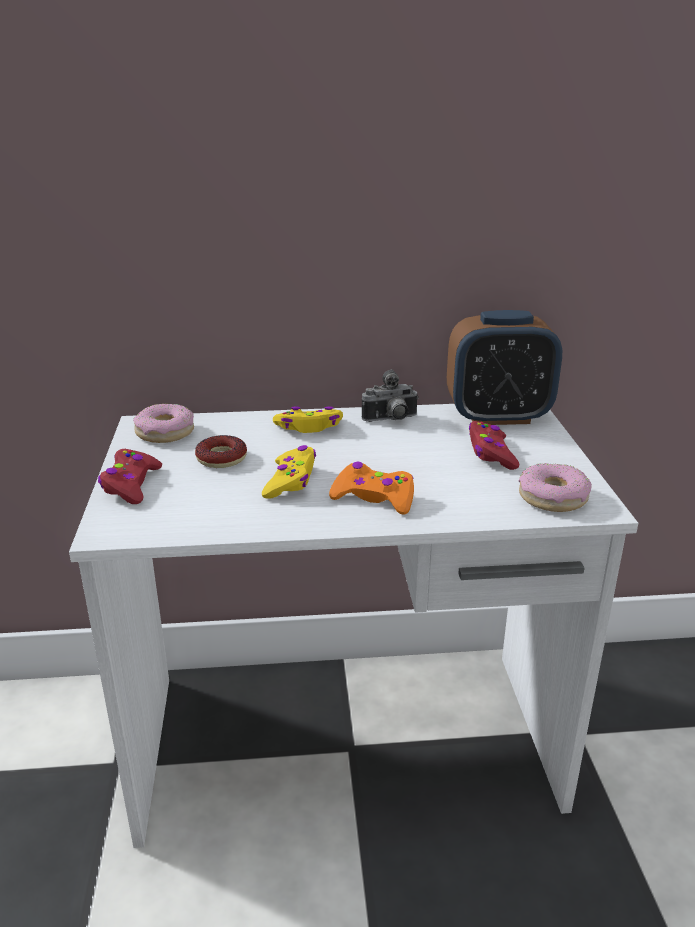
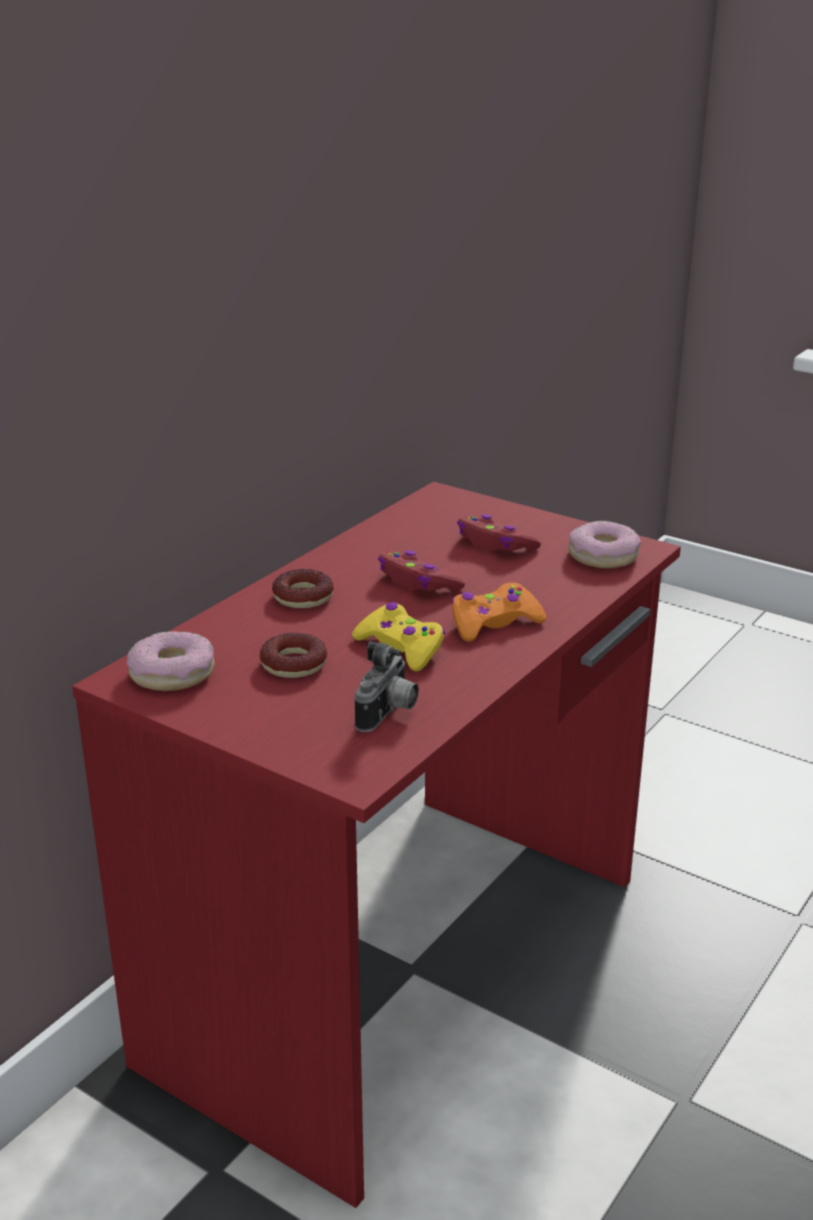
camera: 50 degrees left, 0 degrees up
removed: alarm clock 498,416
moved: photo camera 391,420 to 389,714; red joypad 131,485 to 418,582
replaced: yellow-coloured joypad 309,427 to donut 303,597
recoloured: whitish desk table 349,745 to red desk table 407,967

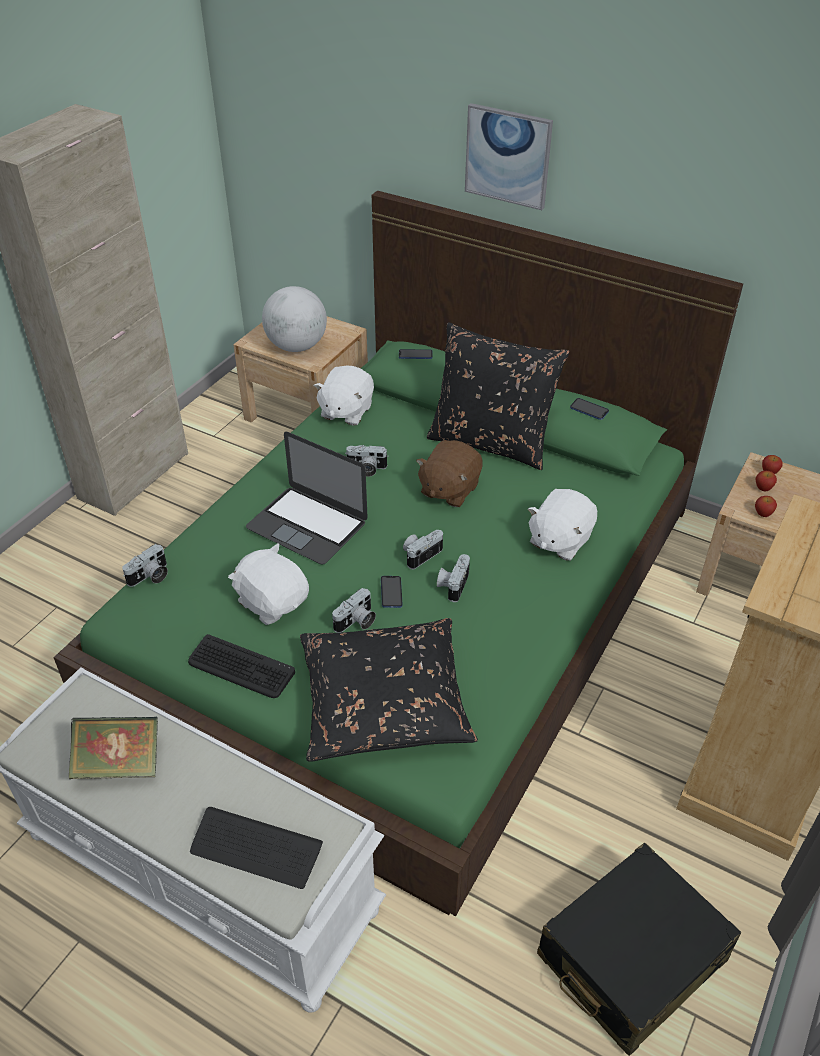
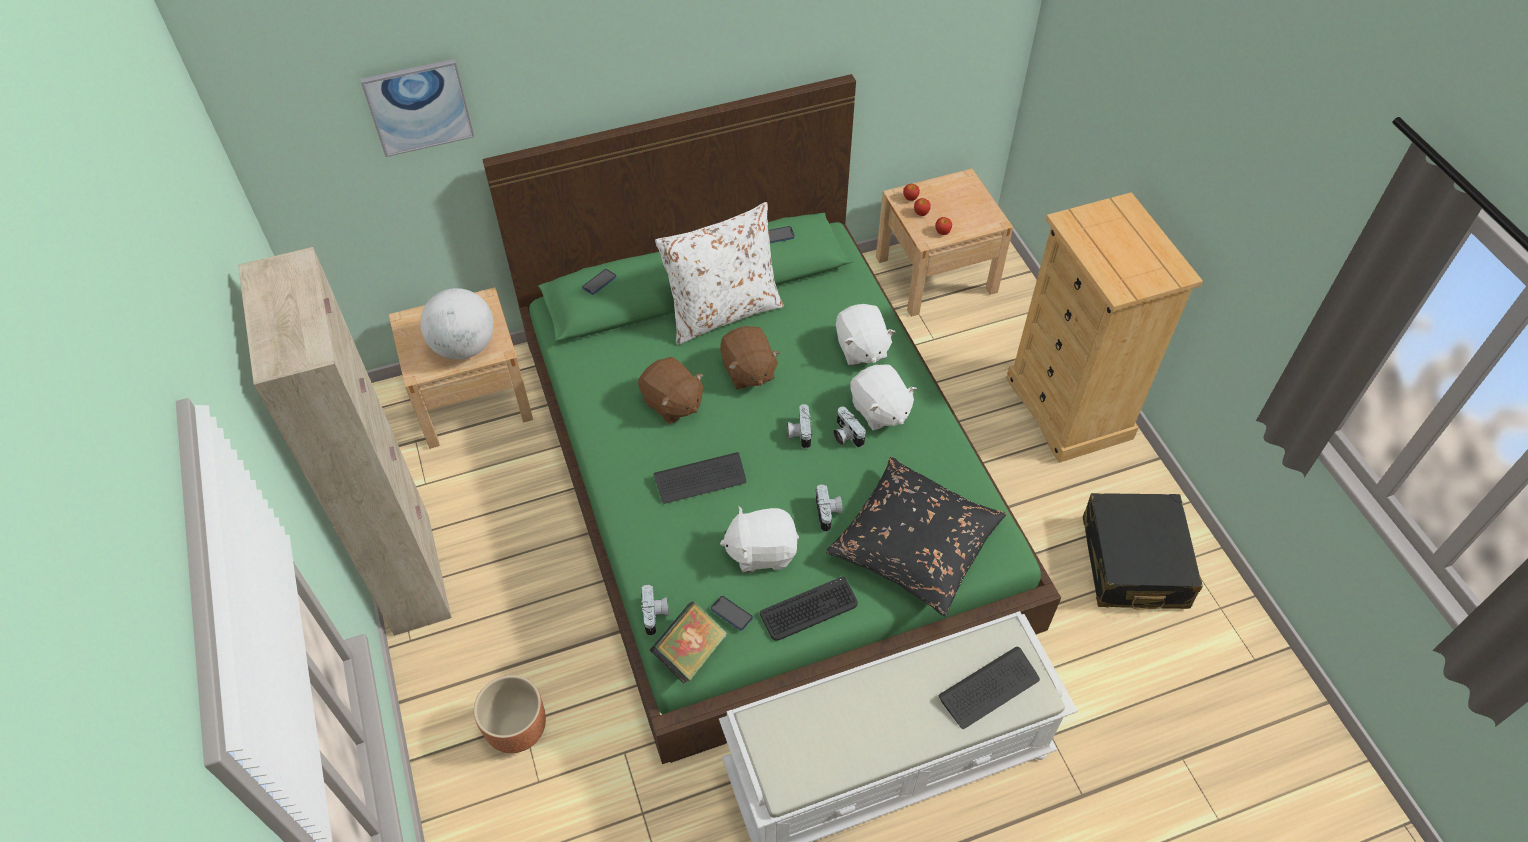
camera: 50 degrees left, 10 degrees up
added: brown planter 516,728
moved: wall art 508,156 to 418,107; whitish soft toy 346,411 to 879,410; phone 391,592 to 731,613; volume 120,764 to 690,652
replaced: notebook computer 307,525 to PC keyboard 700,479; photo camera 366,469 to brown soft toy 672,403
recoloured: black-coloured throw pillow 491,442 to whitish throw pillow 723,311

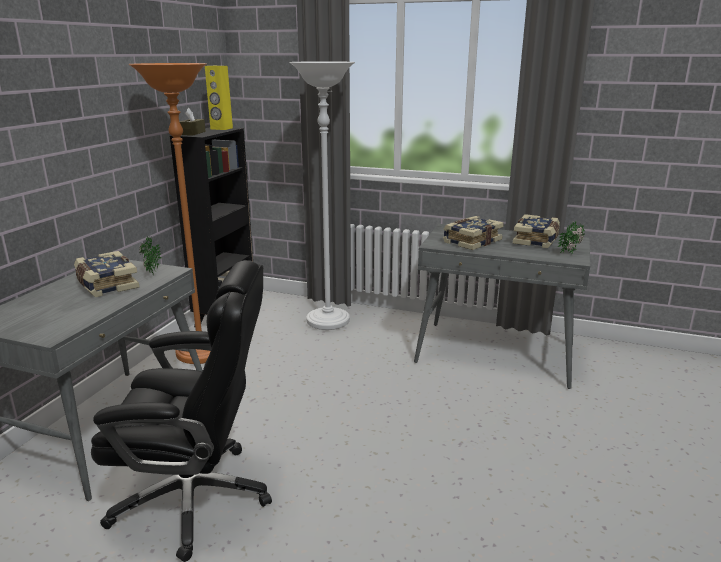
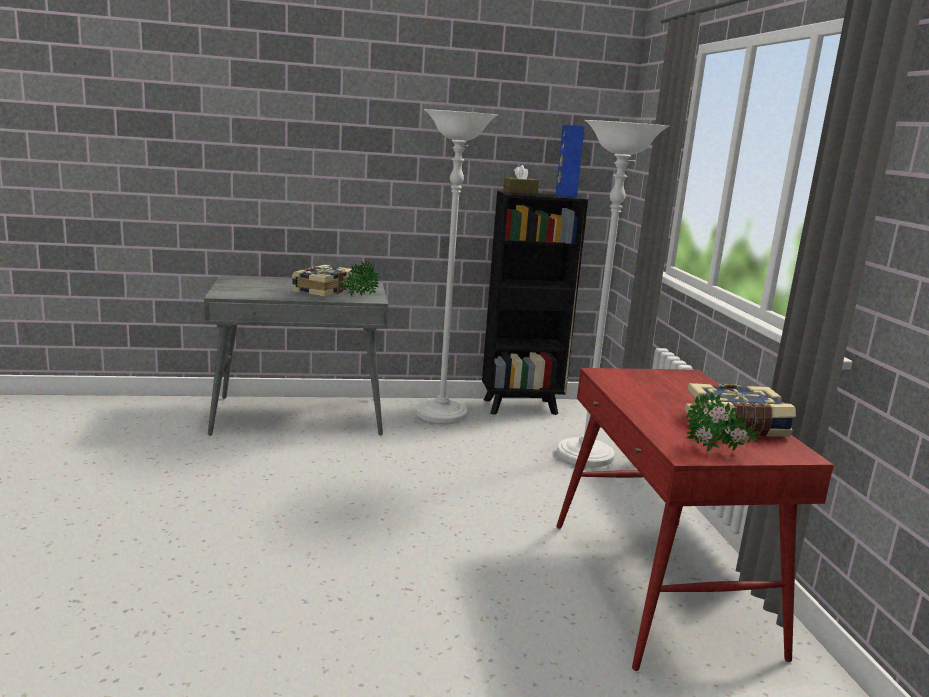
camera: 60 degrees right, 5 degrees down
removed: volume 471,241; black-coloured computer chair 196,497
recoloured: orange-coloured floor lamp 201,353 to whitish floor lamp 441,415; yellow-coloured audio speaker 221,128 to bluish audio speaker 565,195; gray desk table 496,353 to red desk table 660,587

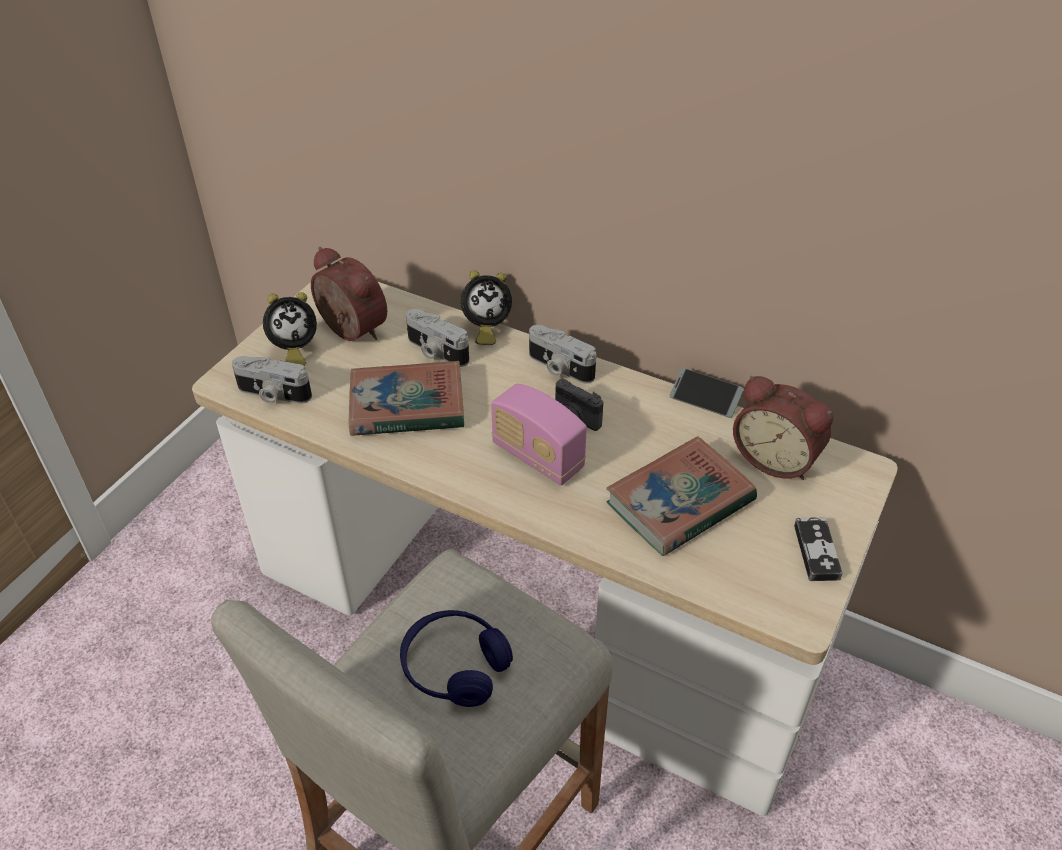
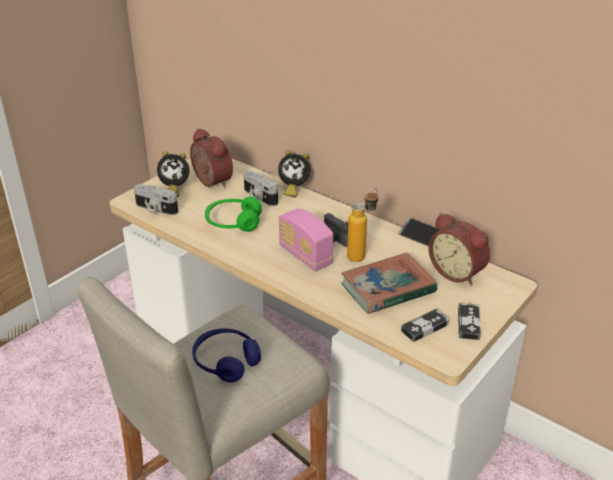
camera: 10 degrees right, 10 degrees down
removed: photo camera 559,368
added: beverage bottle 361,254; joypad 424,327
replaced: volume 407,406 to greenish headset 233,222

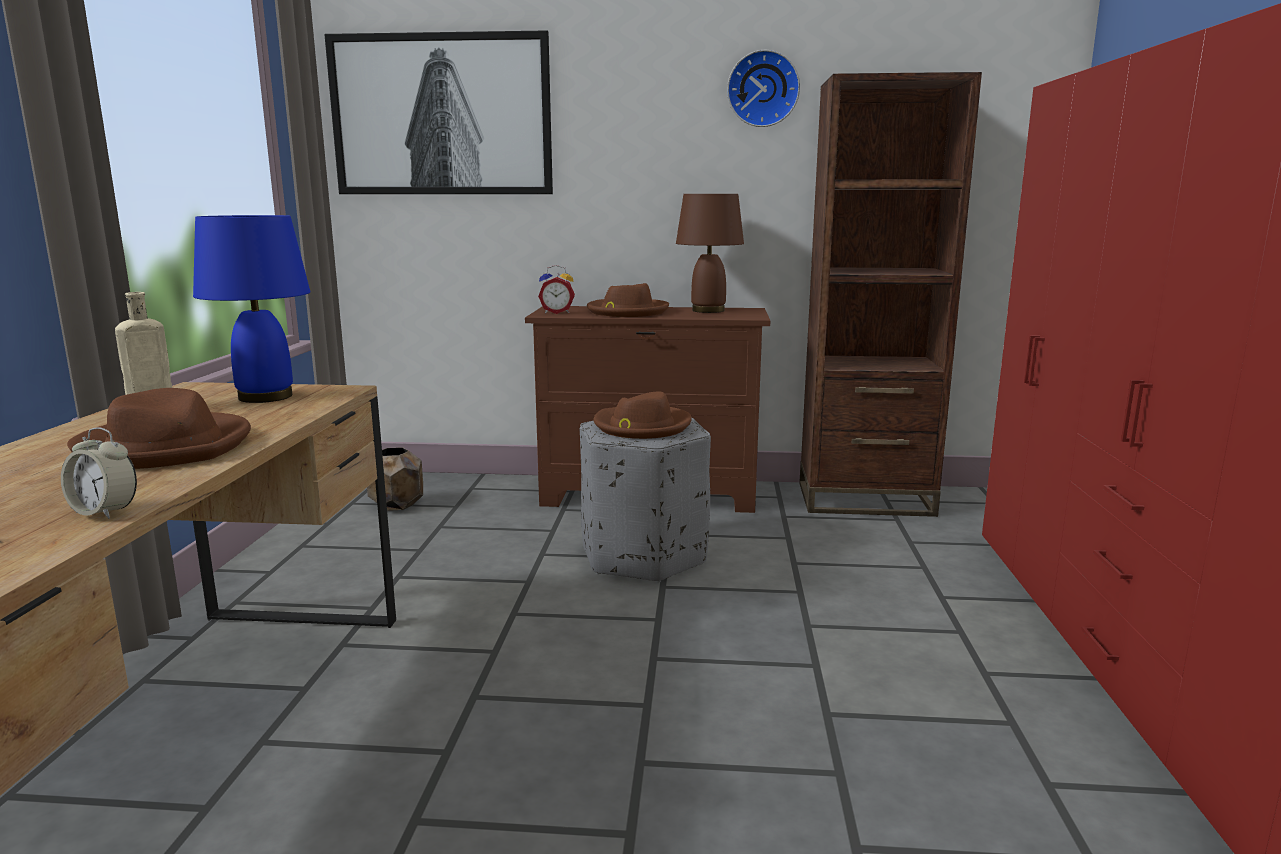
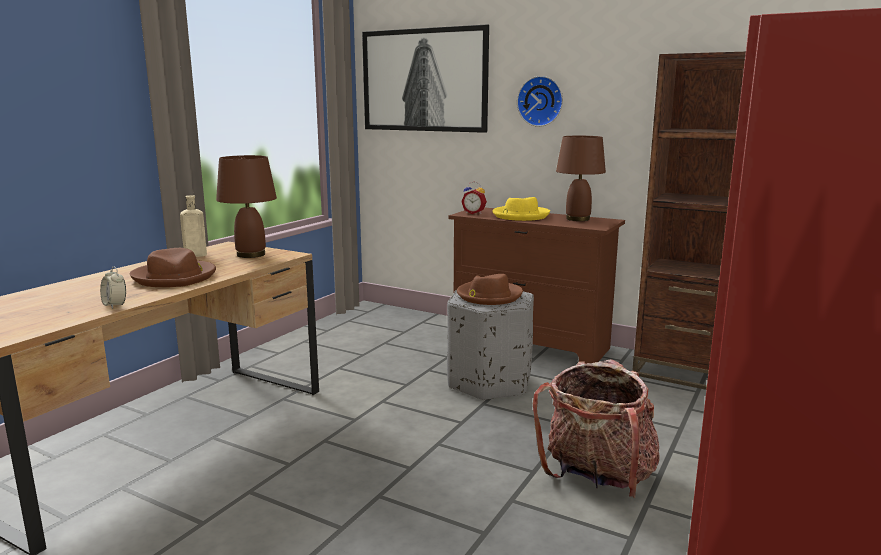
camera: 25 degrees right, 0 degrees up
removed: brown planter 396,505
added: rucksack 597,477
moved: hanging clock 763,89 to 541,101
recoloured: bluish table lamp 264,397 to brown table lamp 250,254; brown clothing hat 627,312 to yellow-coloured clothing hat 520,216

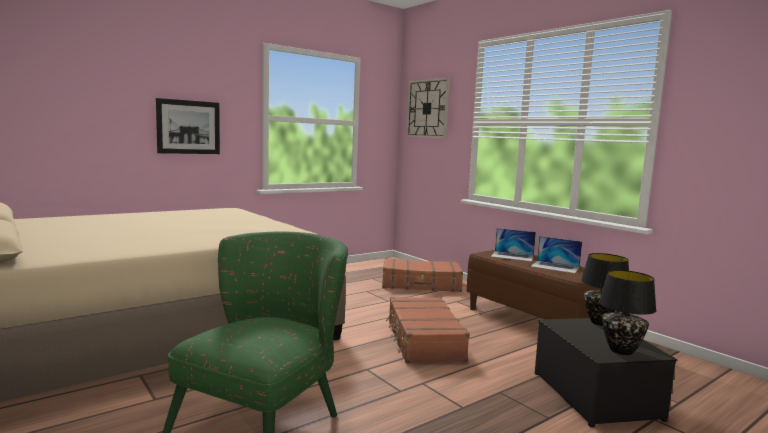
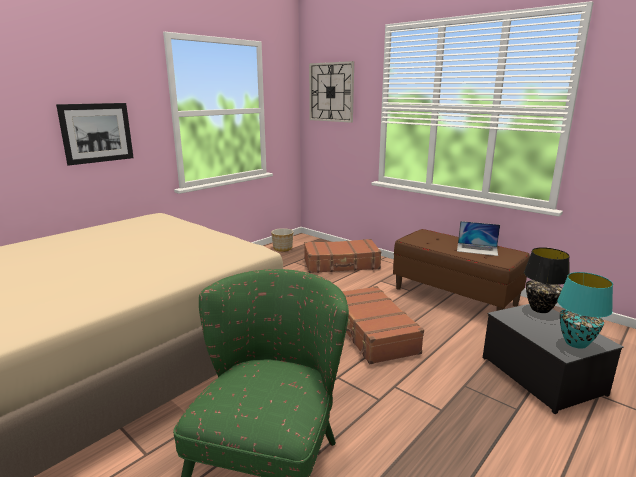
camera: 10 degrees left, 10 degrees up
removed: notebook computer 512,256
added: planter 282,248
recoloured: black-coloured table lamp 622,350 to turquoise table lamp 576,343

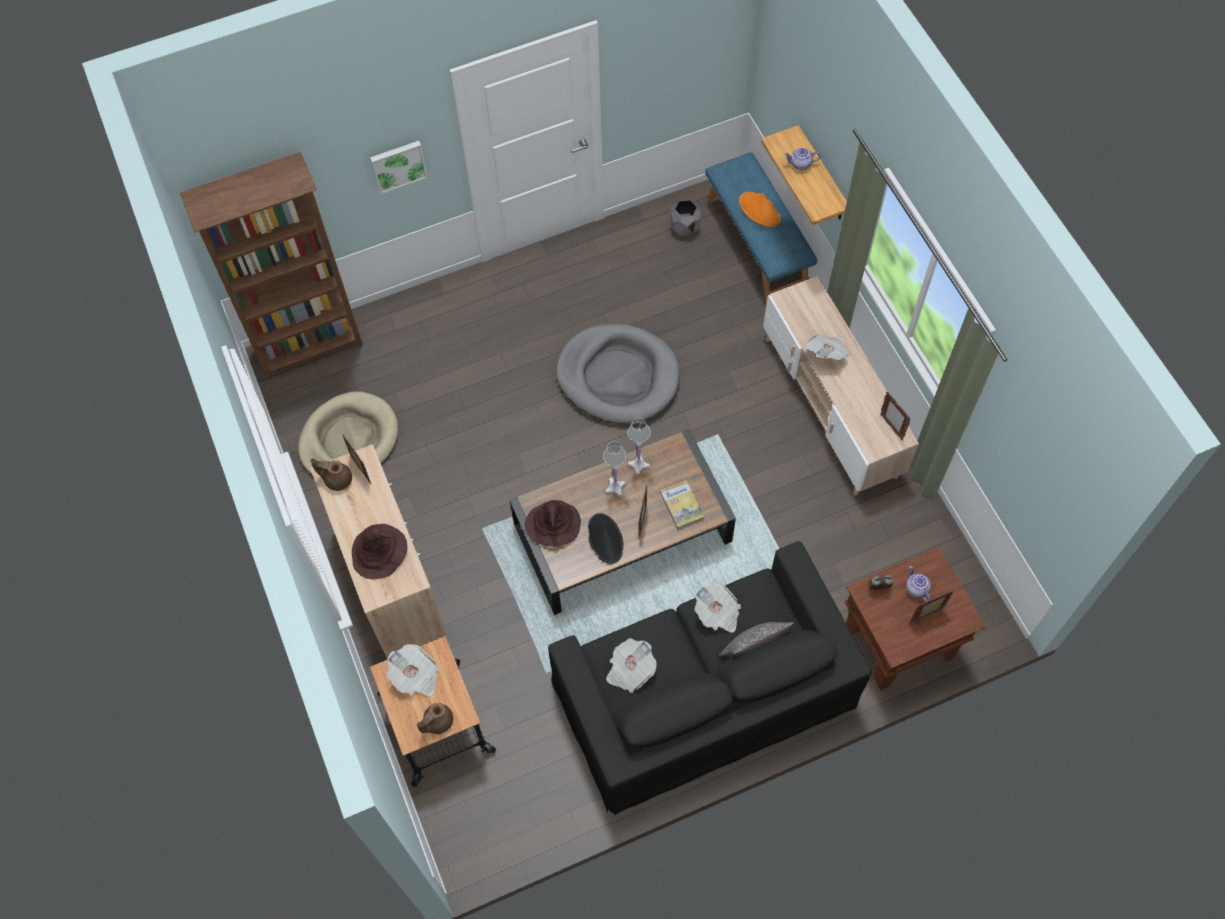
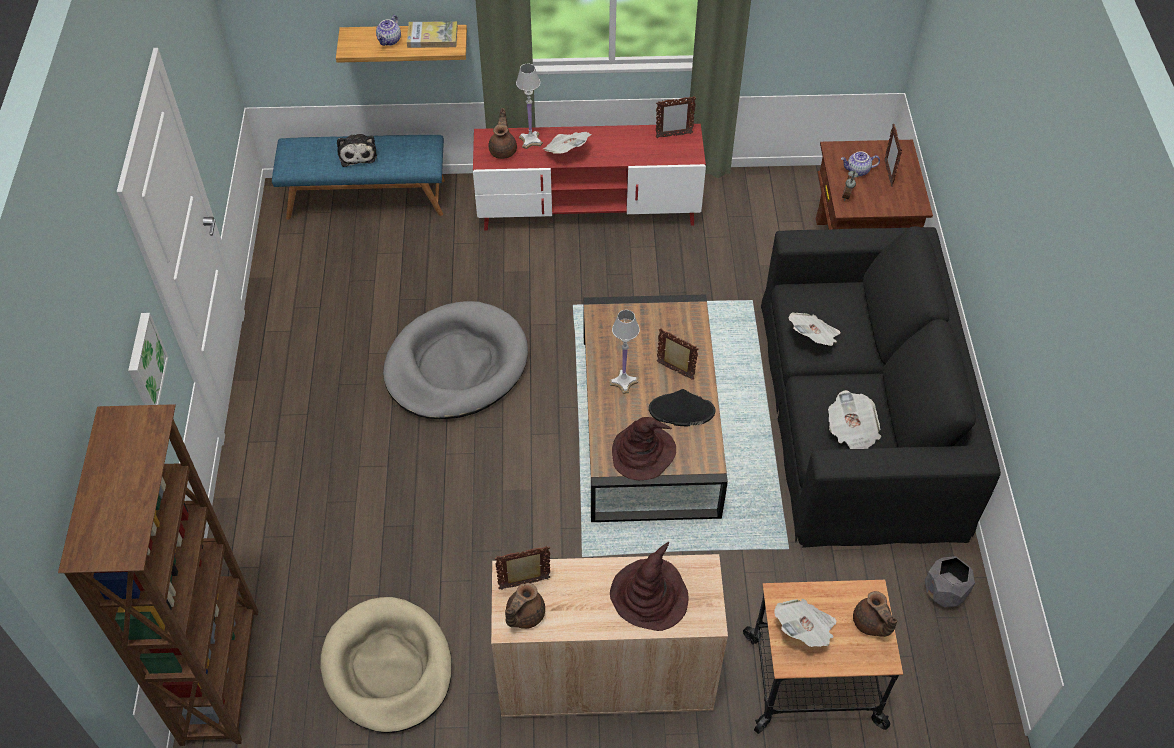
camera: 70 degrees left, 10 degrees down
removed: throw pillow 753,649
added: brown pot for tea 503,150
moved: gray planter 684,227 to 944,592; whitish table lamp 639,465 to 530,140; volume 681,506 to 432,37
replaced: orange-coloured clothing hat 759,210 to soft toy 357,153
recoloured: sand-coloured media console 830,407 to red media console 588,209

